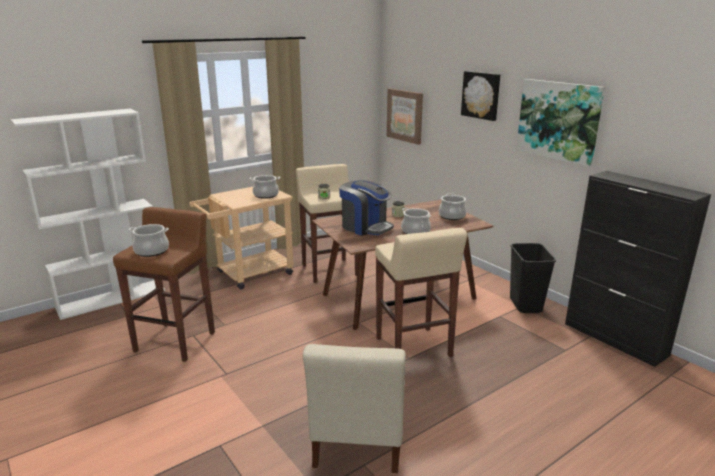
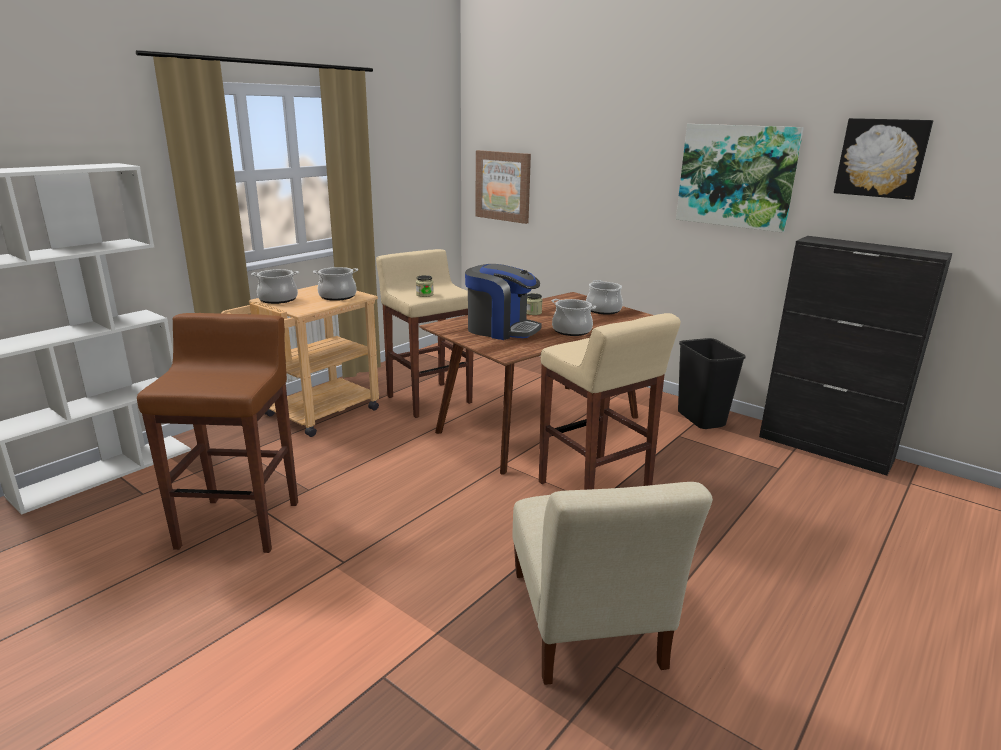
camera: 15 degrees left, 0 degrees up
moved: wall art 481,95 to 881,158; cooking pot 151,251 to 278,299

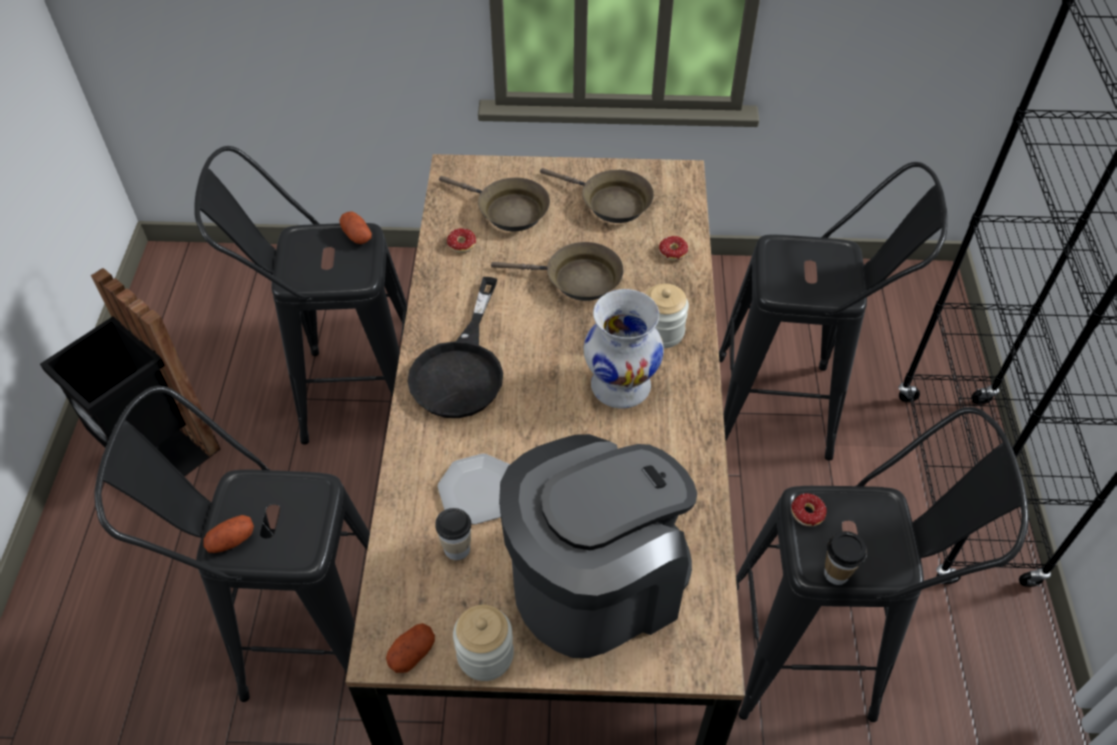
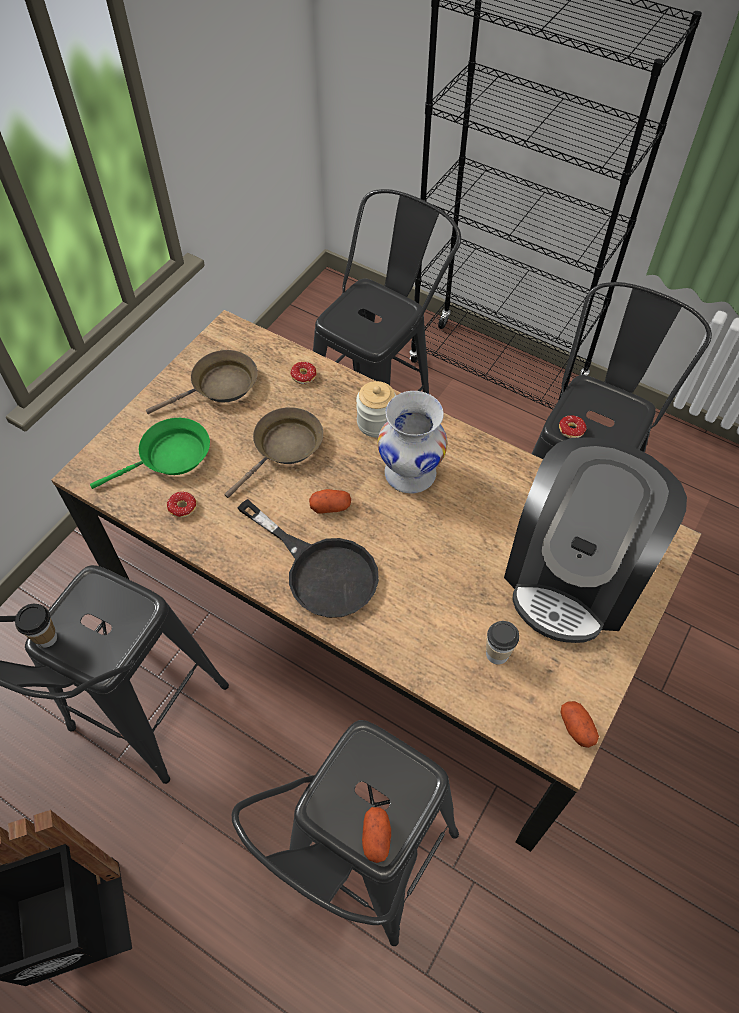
camera: 60 degrees left, 5 degrees up
removed: flat dish 478,490; preserve jar 485,655
moved: potato 357,235 to 330,506; cup 836,574 to 47,638
recoloured: brown pan 507,210 to greenish pan 170,457
turned: coffee maker 596,582 = 574,574 150 degrees counterclockwise

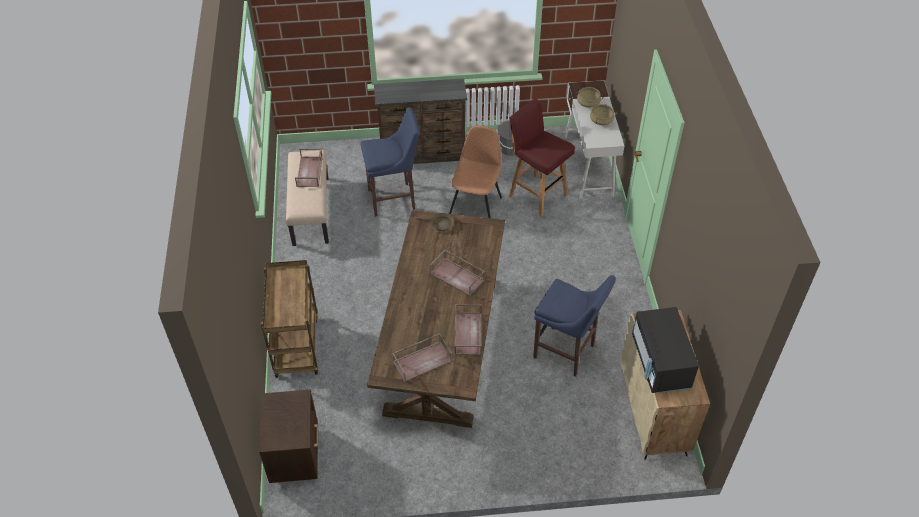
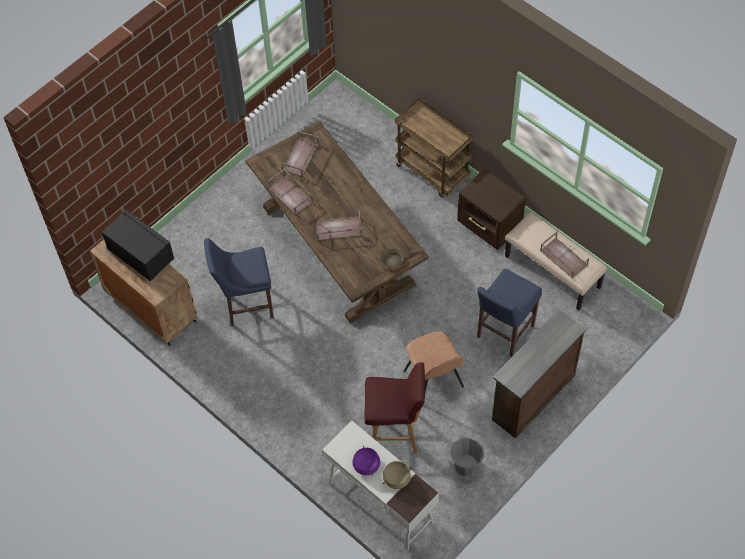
camera: 140 degrees right, 10 degrees up
moved: brown nightstand 296,454 to 489,227
recoloured: sand-coloured cooking pot 601,120 to purple-coloured cooking pot 366,465

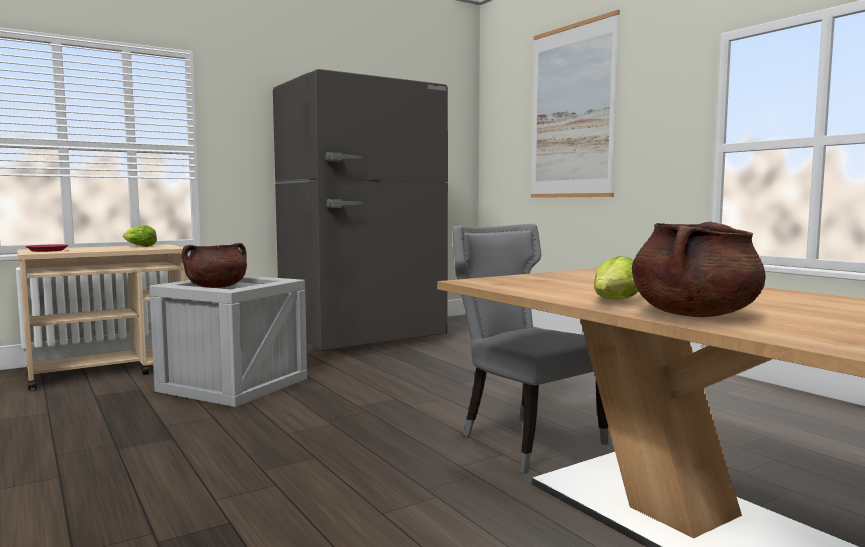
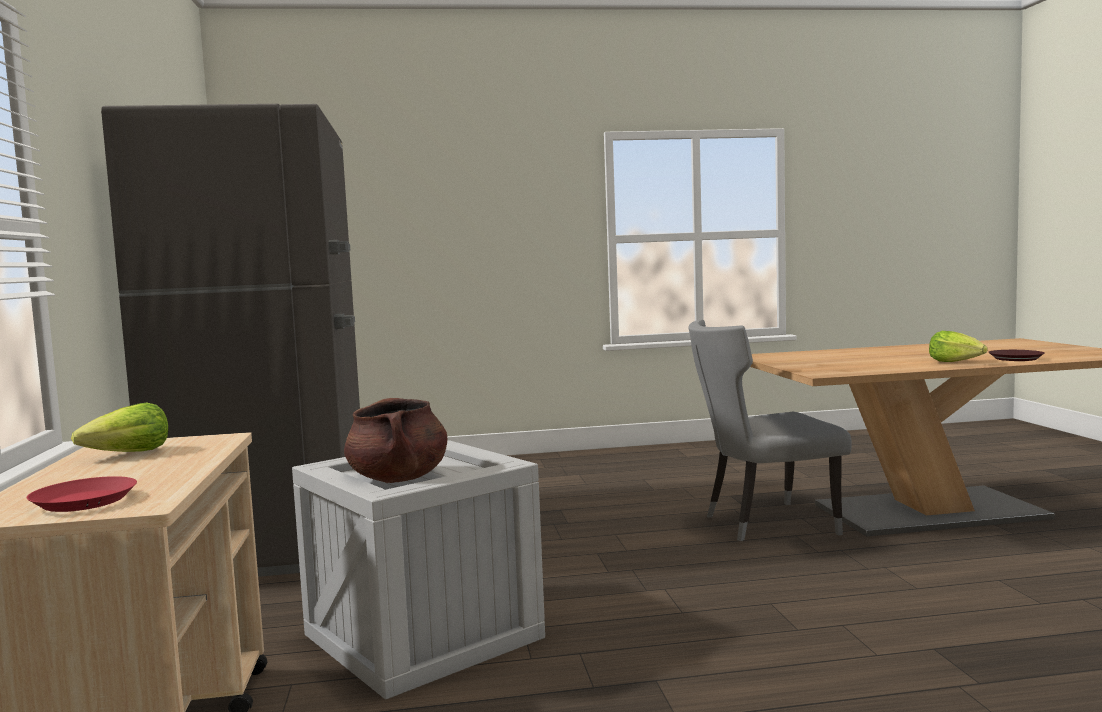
camera: 65 degrees left, 0 degrees up
removed: wall art 572,112
replaced: brown cooking pot 694,315 to brown flat dish 1015,359

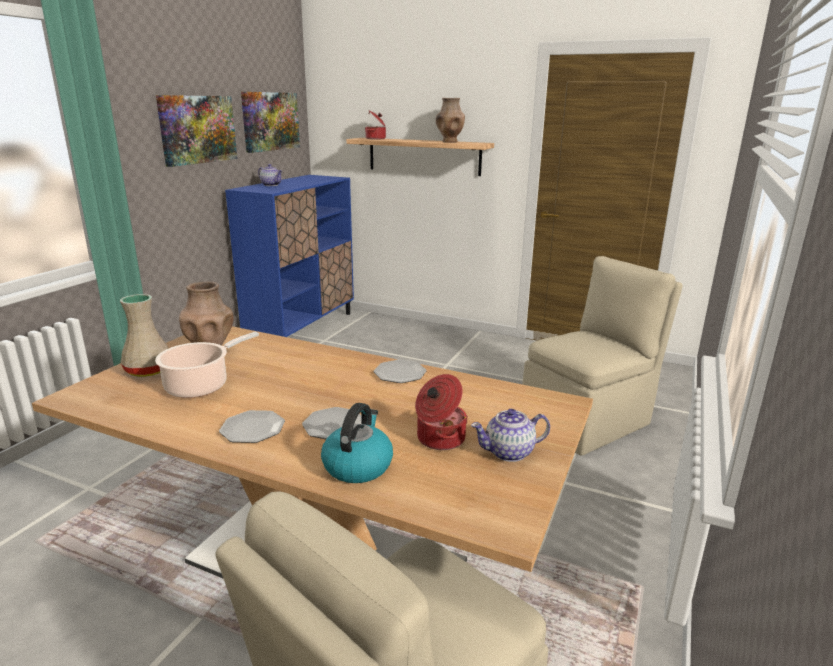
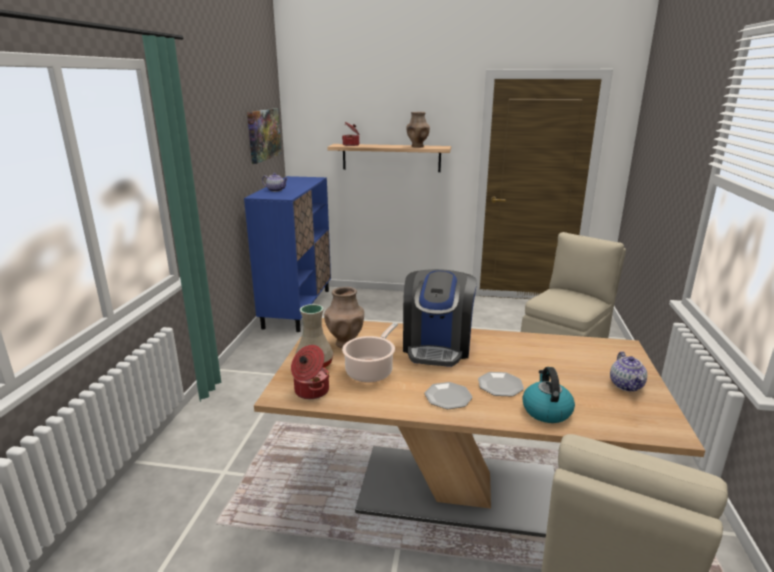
camera: 15 degrees left, 0 degrees up
removed: wall art 197,129; flat dish 400,373
added: coffee maker 437,346
moved: cooking pot 439,438 to 310,391
turned: pot for tea 508,452 = 626,385 60 degrees counterclockwise

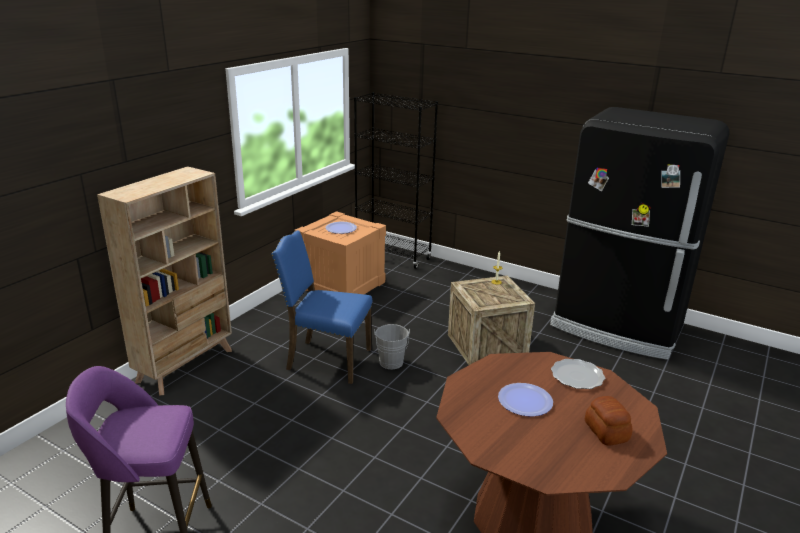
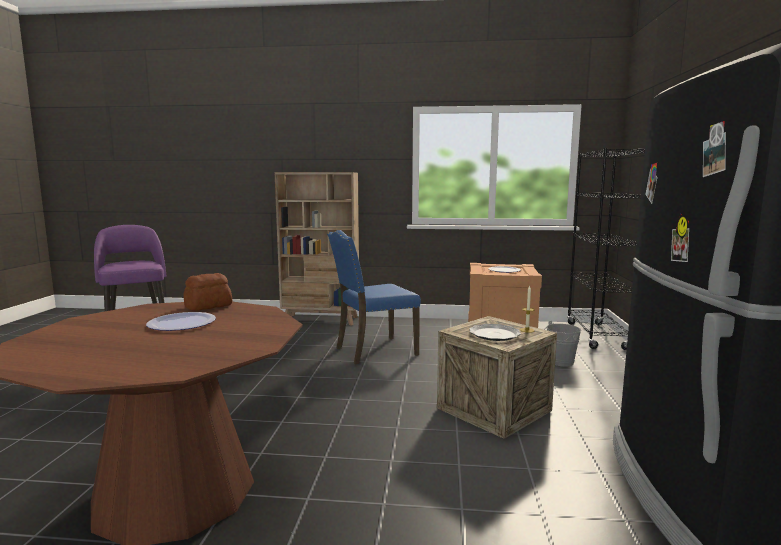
camera: 65 degrees right, 15 degrees down
moved: gray bucket 391,364 to 559,362; flat dish 577,376 to 494,334; baked bread 606,432 to 207,306
turned: bluish upright chair 326,360 = 374,351 105 degrees counterclockwise

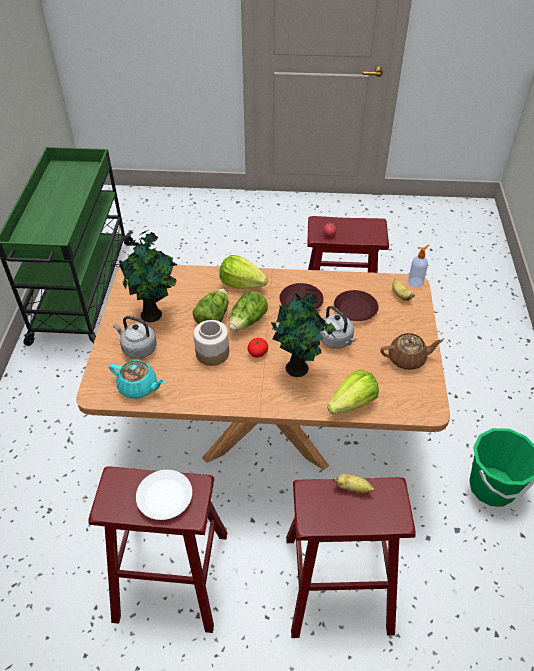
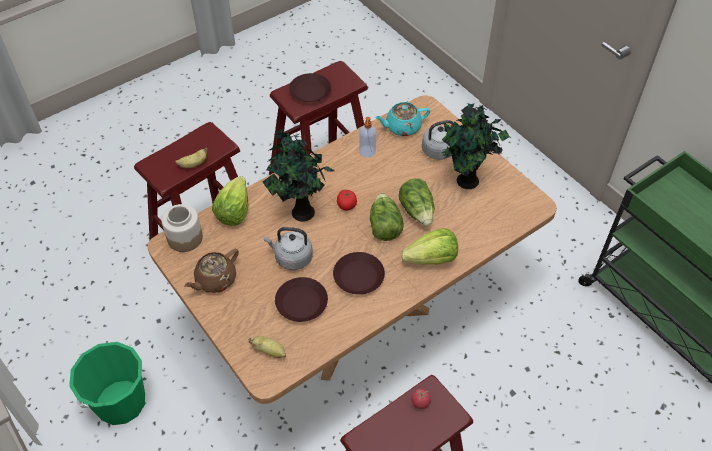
camera: 140 degrees right, 5 degrees up
moved: liquid soap bottle 416,282 to 367,152; preserve jar 212,353 to 184,238
recoloured: whitish flat dish 164,497 to brown flat dish 310,91

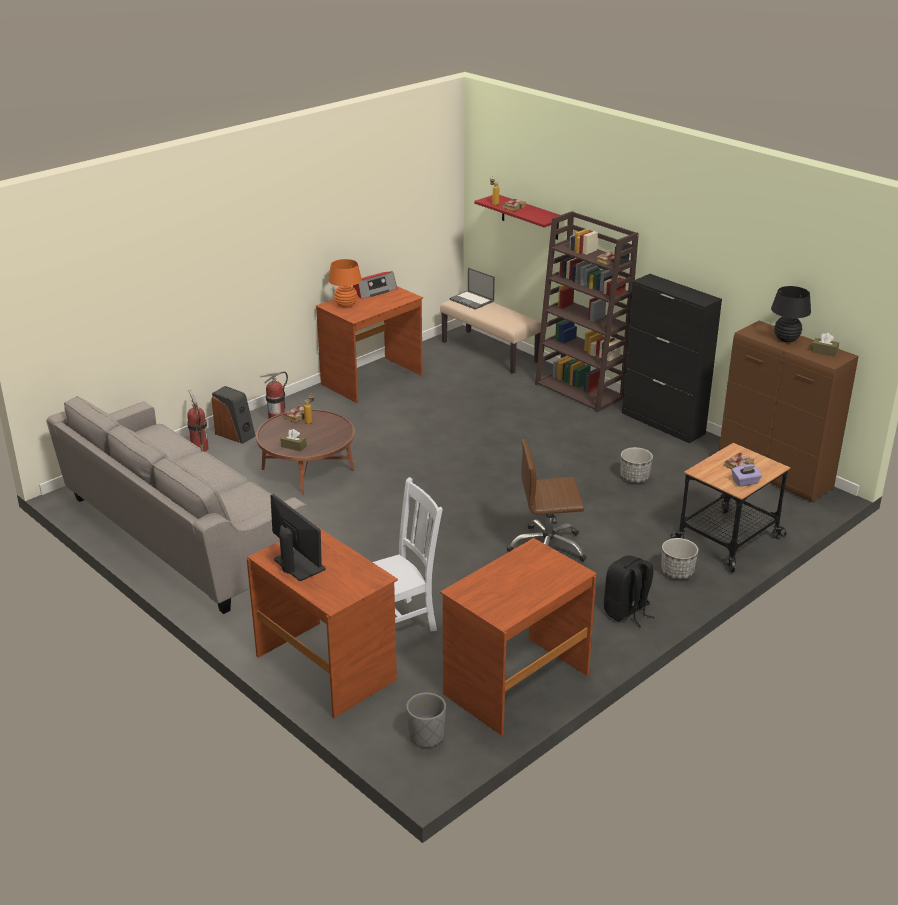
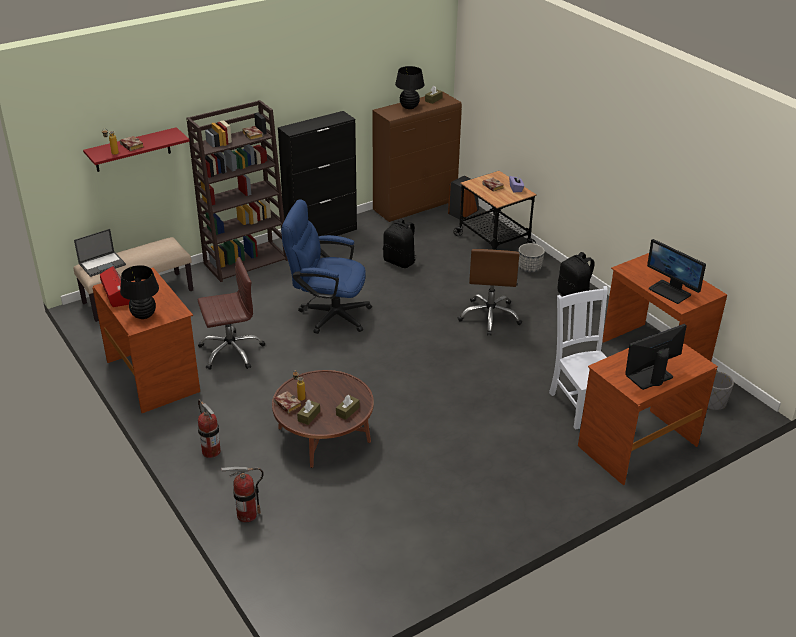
camera: 80 degrees left, 5 degrees up
removed: gray sofa 182,535
added: bluish computer chair 328,314; computer screen 670,291; brown computer chair 231,351; brown tissue holder 309,416
moved: audio speaker 235,434 to 463,212
replaced: planter 634,478 to black-coloured rucksack 400,261
recoloured: orange-coloured table lamp 346,305 to black-coloured table lamp 144,315

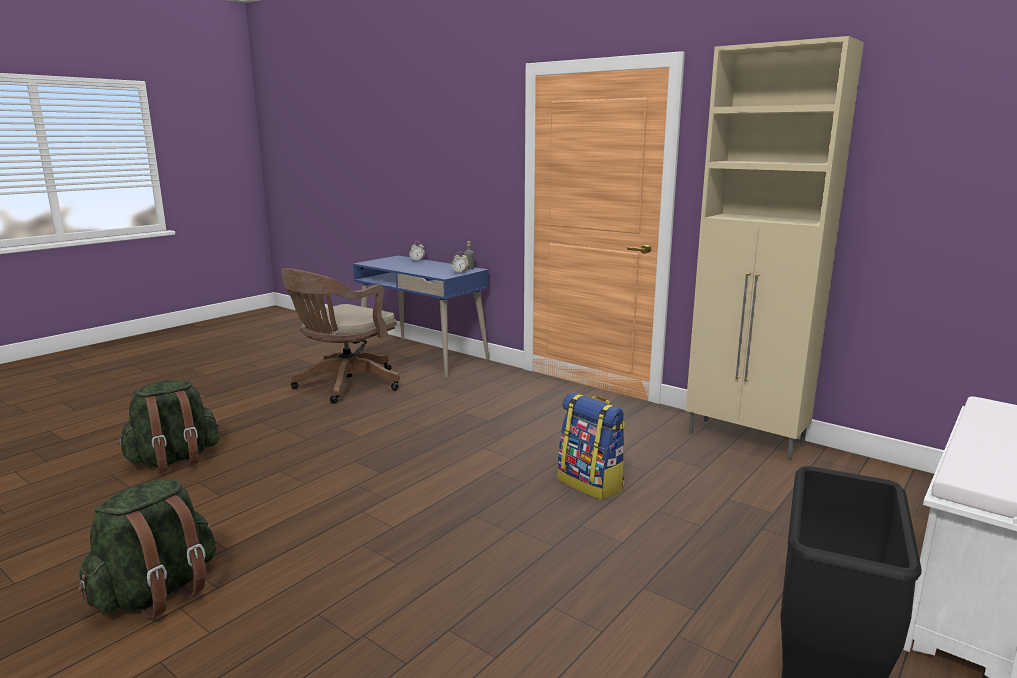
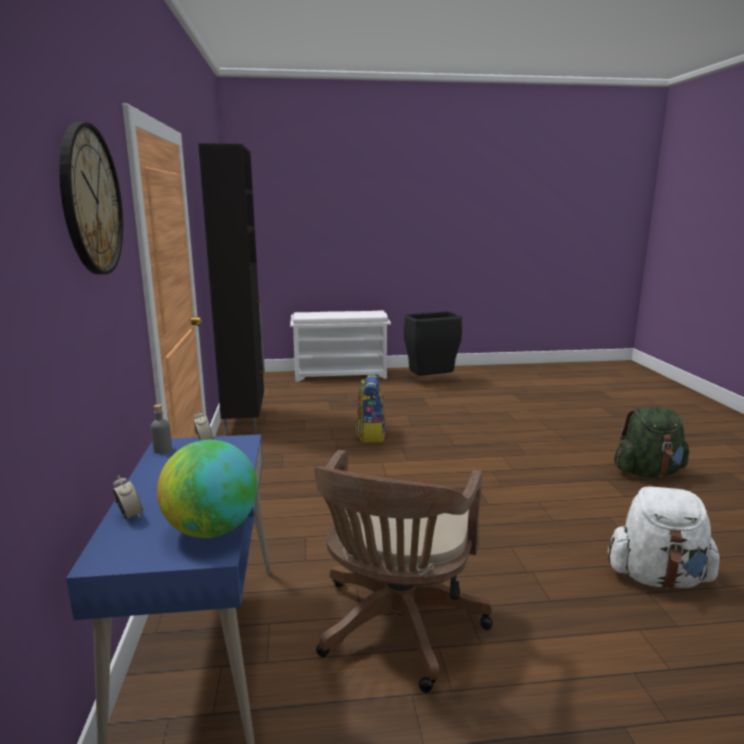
camera: 135 degrees left, 0 degrees up
added: hanging clock 90,201; desk globe 212,530
recoloured: sand-coloured cupboard 746,440 to black-coloured cupboard 245,420; greenish rucksack 174,460 to whitish rucksack 658,577
turned: brown computer chair 344,385 = 396,629 120 degrees clockwise

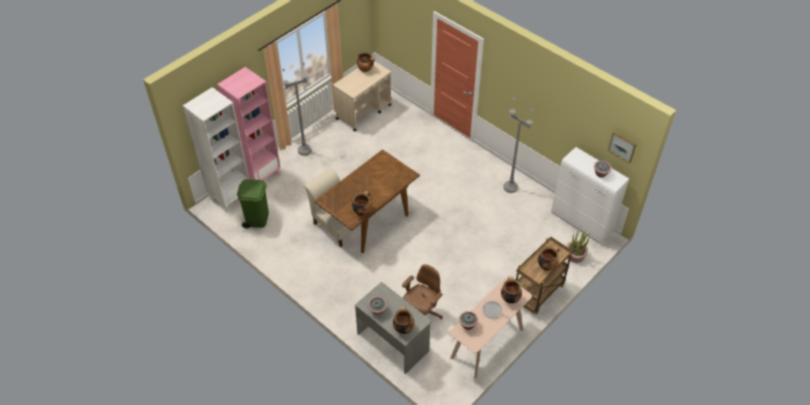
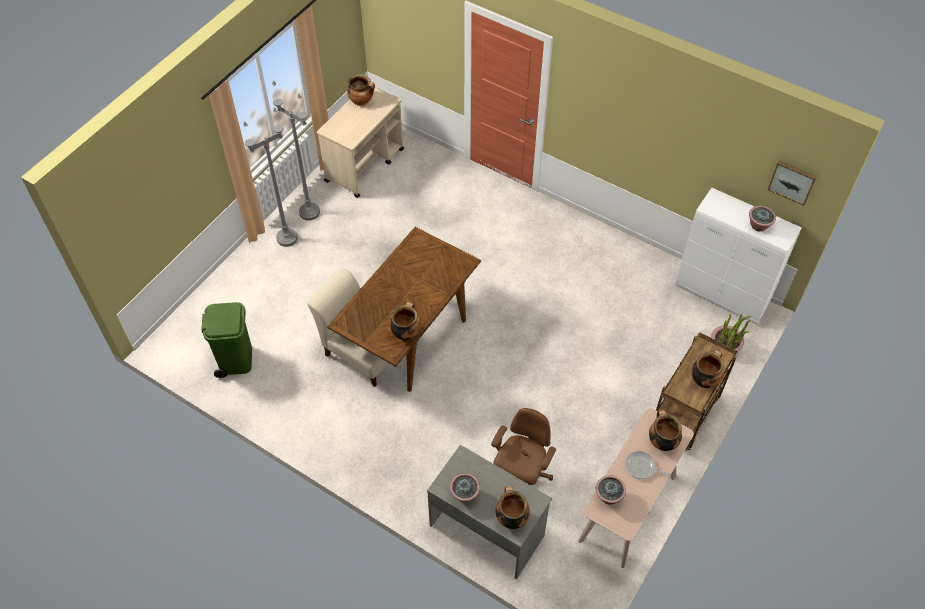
camera: 10 degrees left, 5 degrees up
removed: pink bookshelf 260,176; whitish bookshelf 230,196
moved: gray floor lamp 510,187 to 309,212

